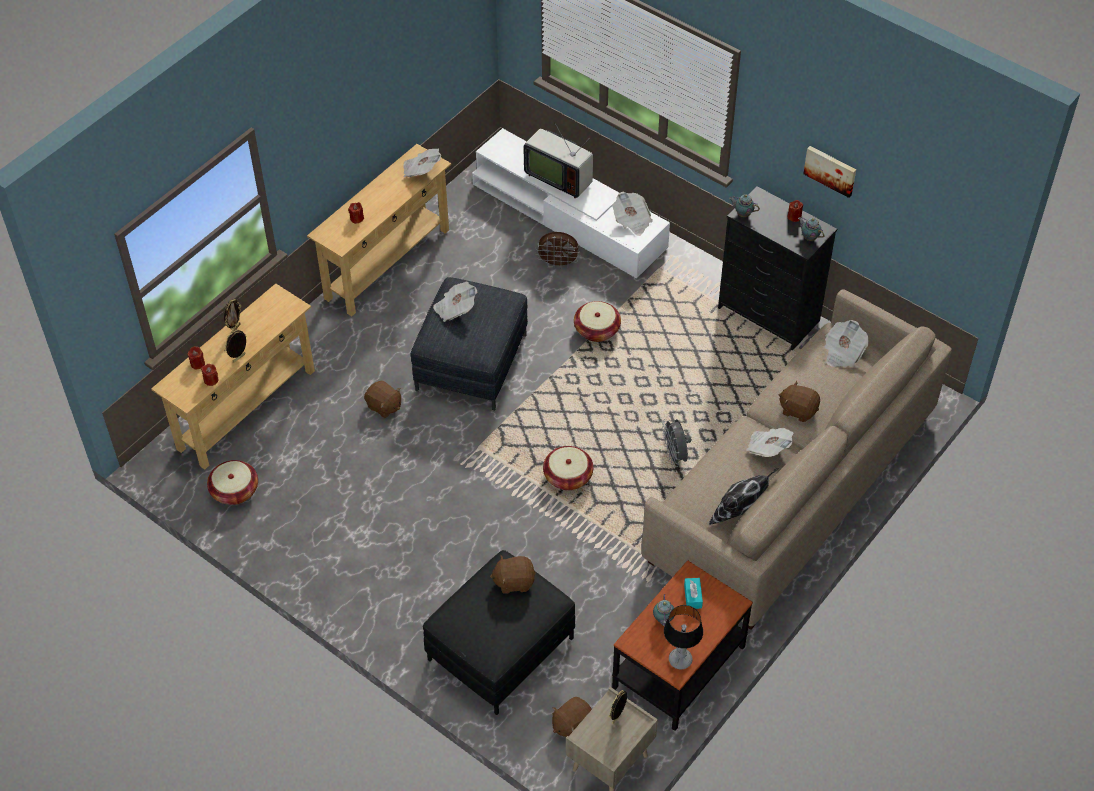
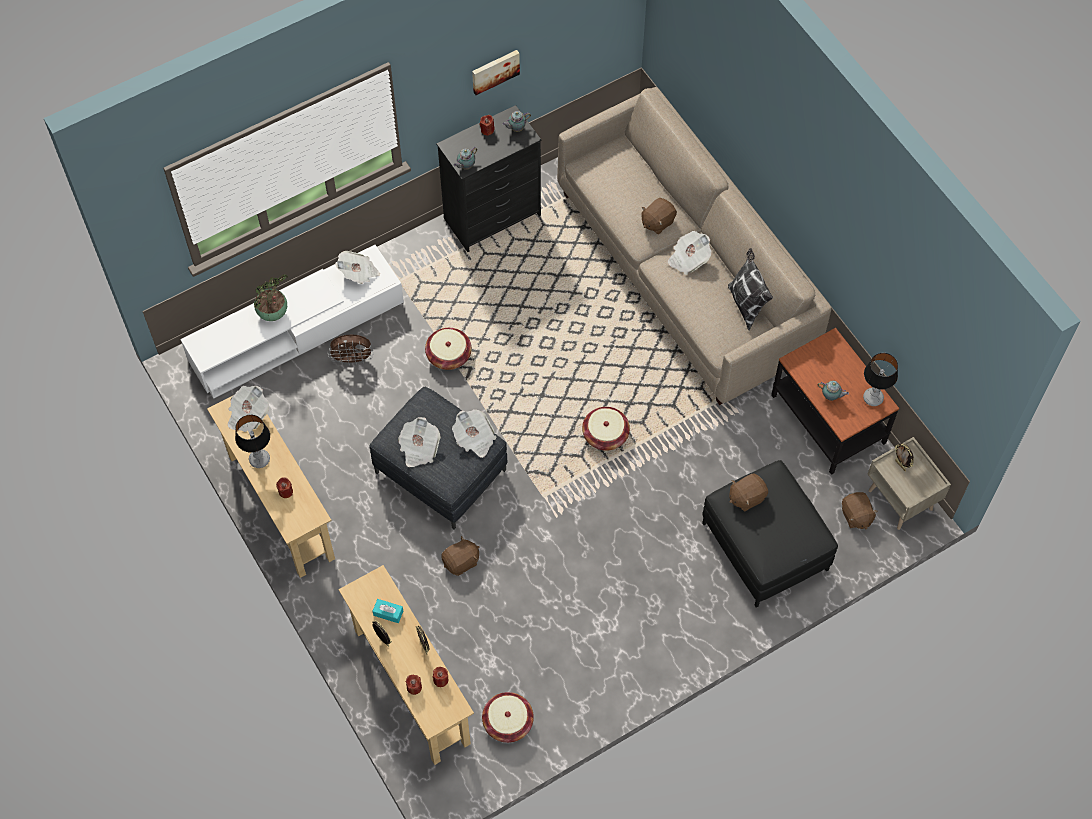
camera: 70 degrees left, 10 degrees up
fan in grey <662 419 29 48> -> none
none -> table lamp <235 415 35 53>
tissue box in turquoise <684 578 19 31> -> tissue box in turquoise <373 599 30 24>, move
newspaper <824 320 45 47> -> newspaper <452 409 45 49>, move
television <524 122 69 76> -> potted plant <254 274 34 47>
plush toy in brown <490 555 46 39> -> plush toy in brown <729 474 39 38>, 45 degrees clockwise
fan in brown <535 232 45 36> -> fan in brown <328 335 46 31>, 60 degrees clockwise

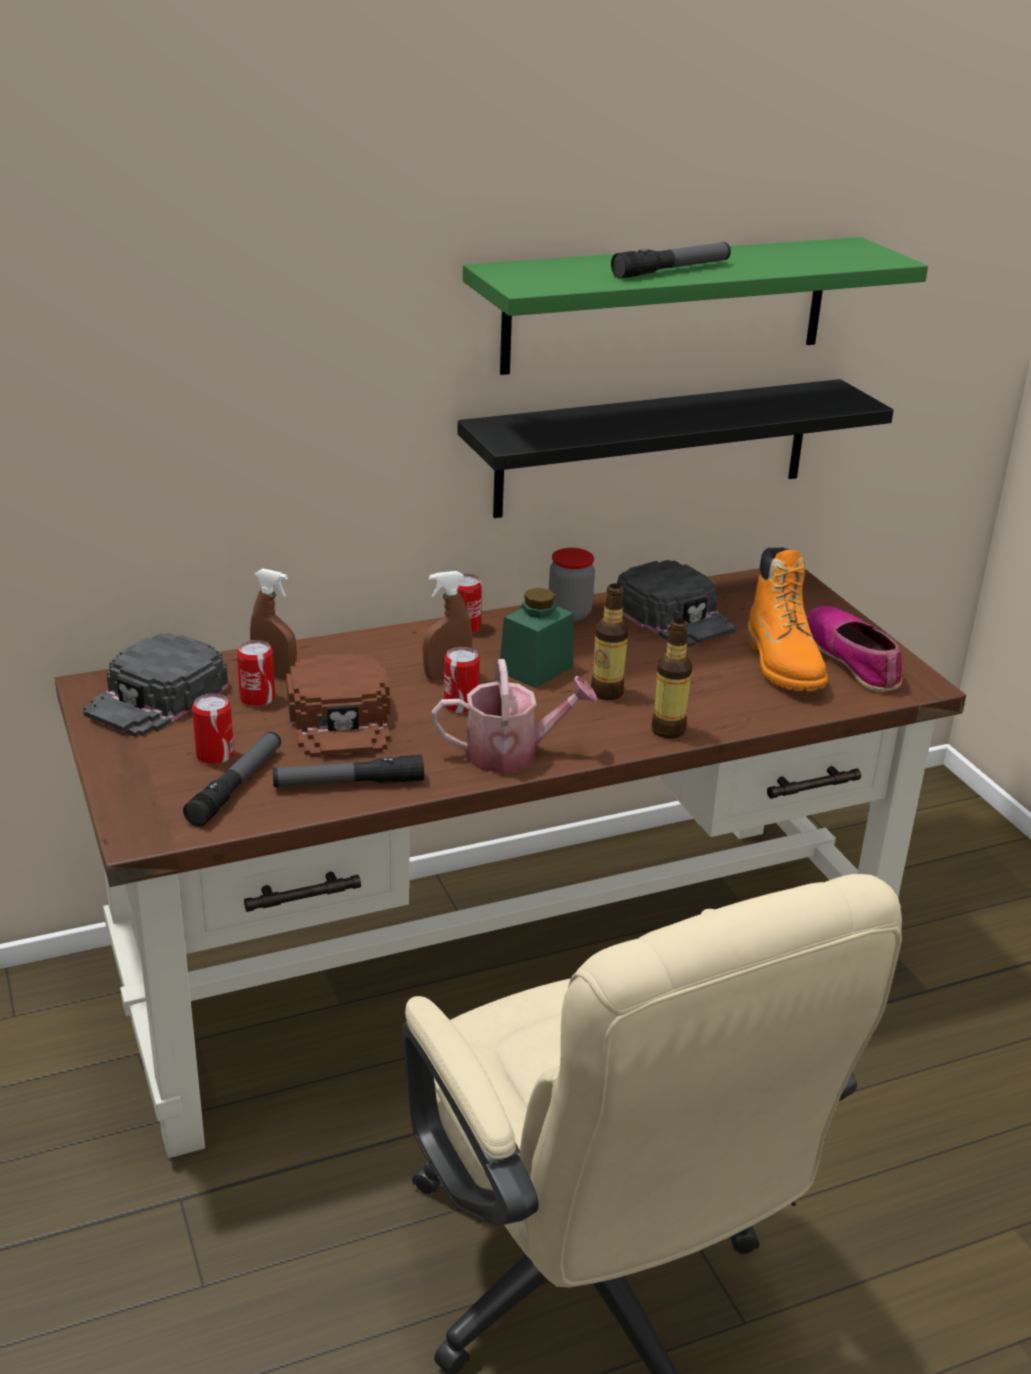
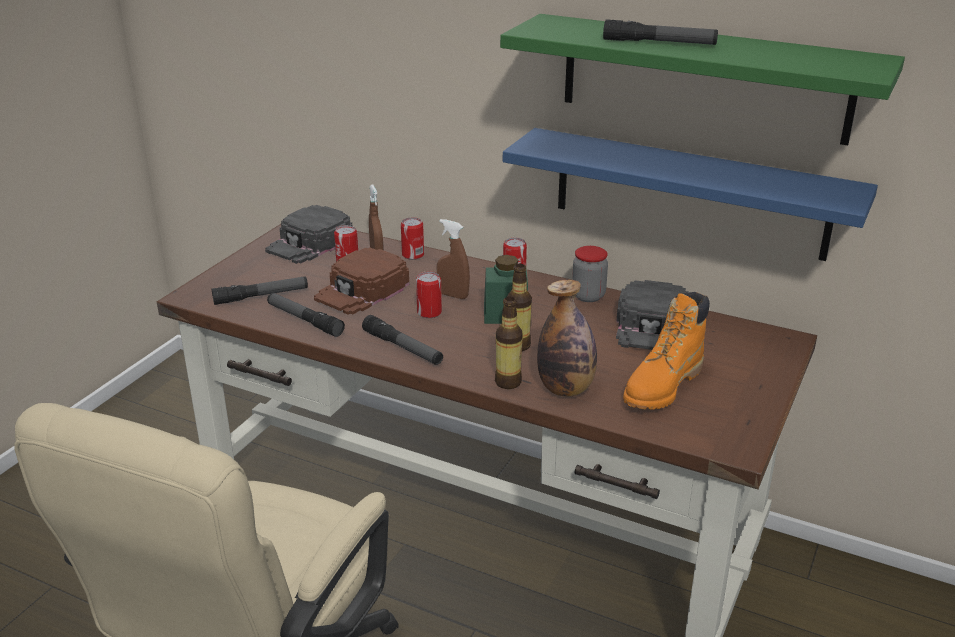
camera: 50 degrees right, 0 degrees up
shoe <806 606 96 86> -> none
none -> bottle <537 280 60 117>
can <192 694 42 71> -> can <401 217 23 43>, move
watering can <432 659 166 114> -> flashlight <362 315 81 50>
shelf in black <458 379 436 139> -> shelf in blue <503 128 375 133>
cap in black <83 633 145 104> -> cap in black <265 205 88 59>, 45 degrees counterclockwise

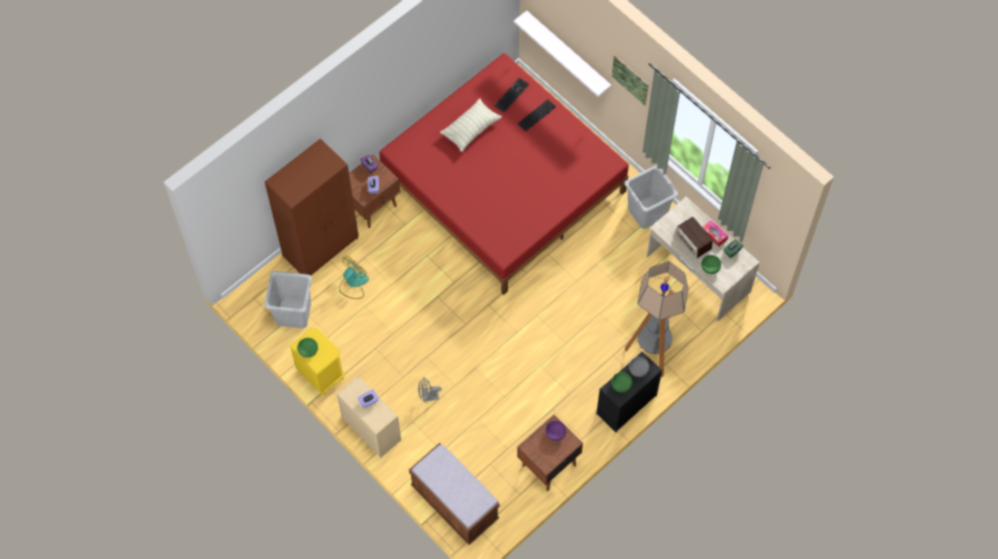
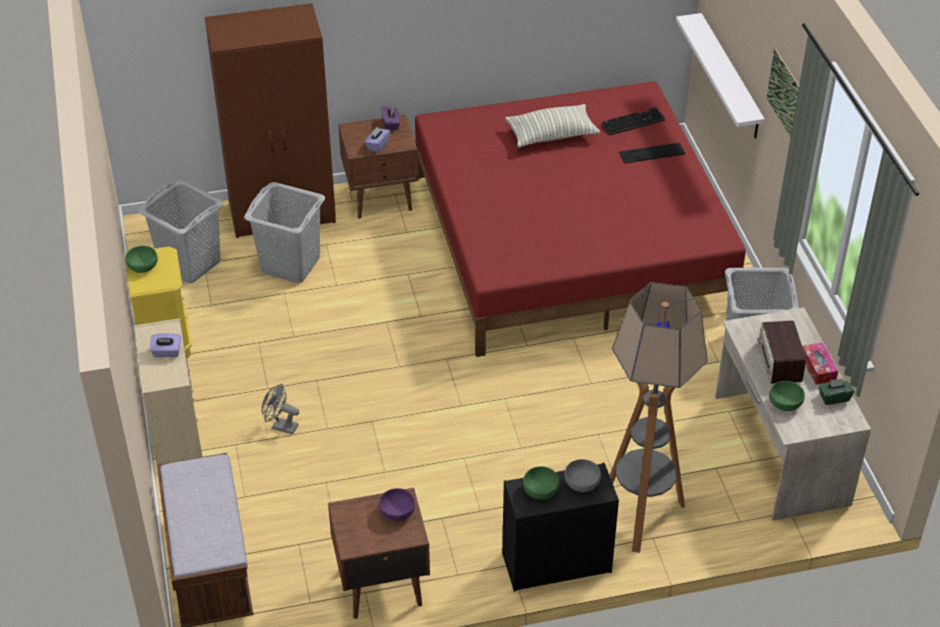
camera: 30 degrees right, 20 degrees down
fan <339 256 30 43> -> laundry basket in grey <244 182 81 101>

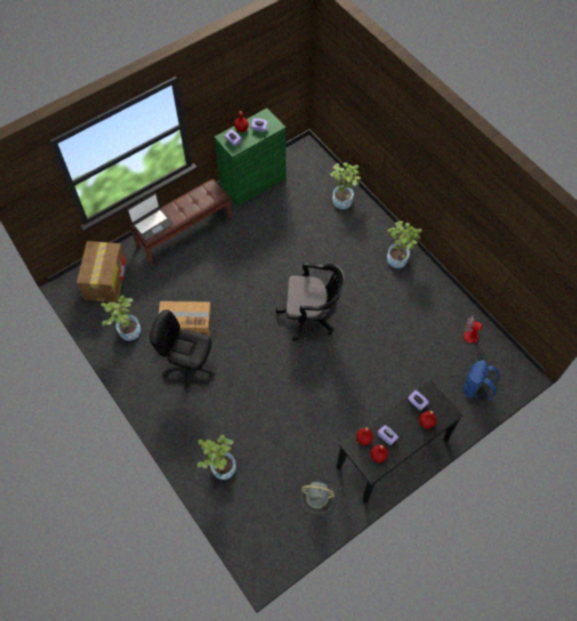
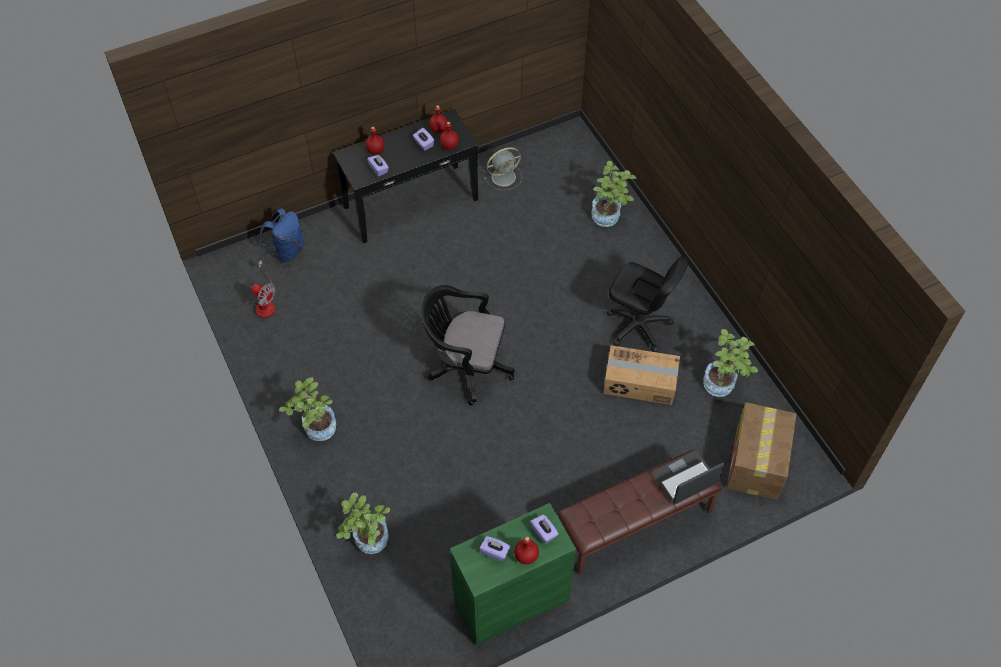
camera: 170 degrees left, 5 degrees down
fan in grey <301 480 34 33> -> fan in grey <484 147 38 43>, 135 degrees clockwise

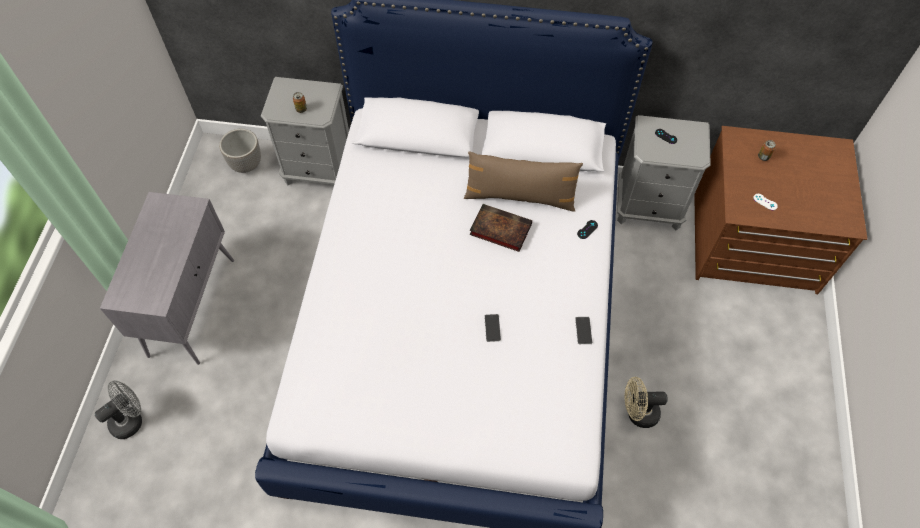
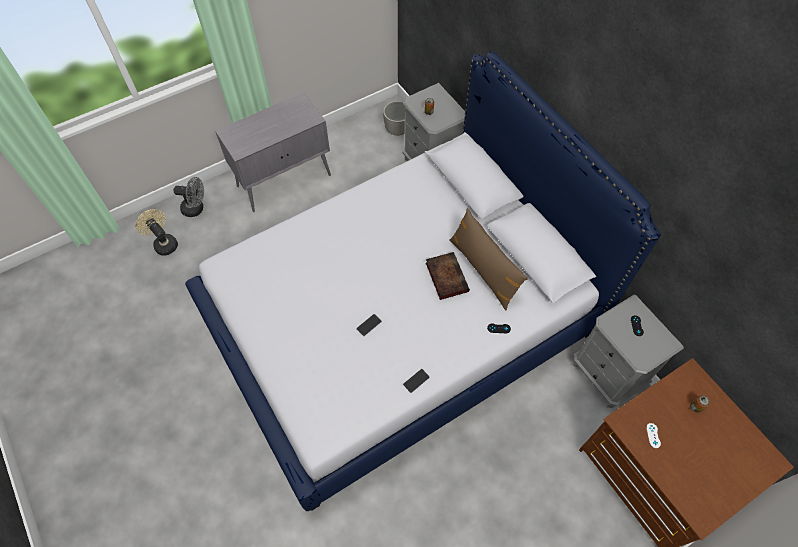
camera: 50 degrees right, 0 degrees up
fan in beige <625 377 43 51> -> fan in beige <135 209 43 47>, move

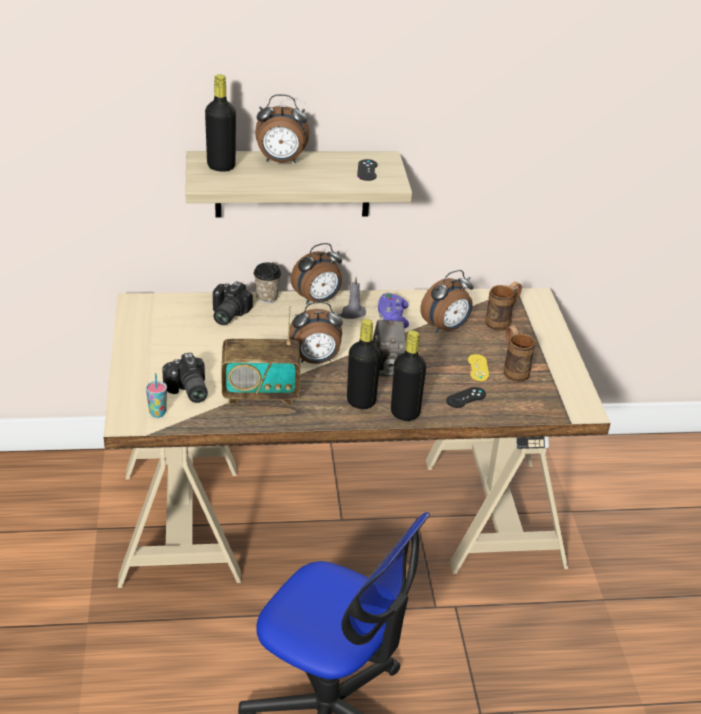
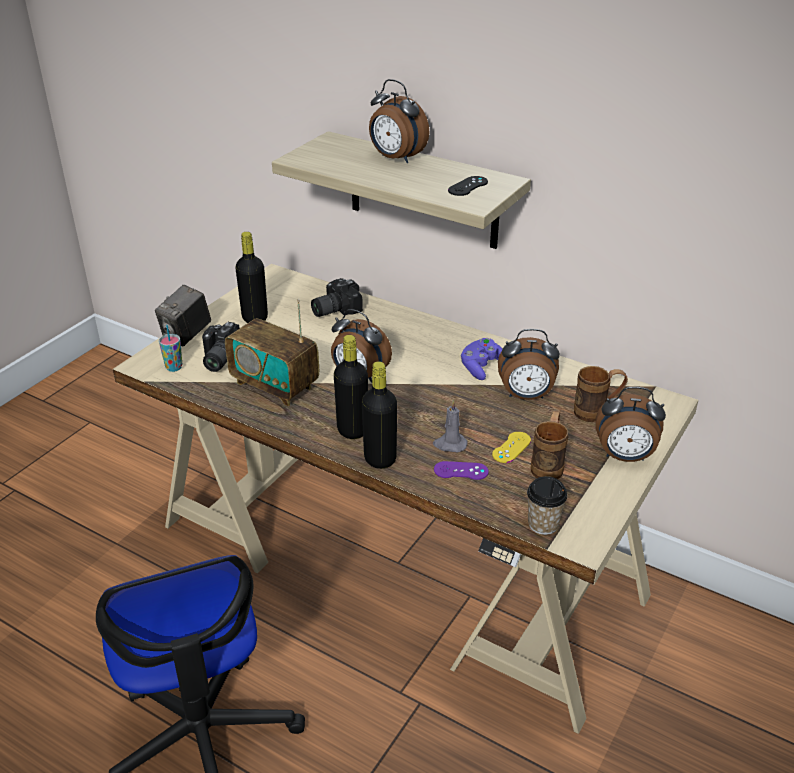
camera: 40 degrees right, 0 degrees up
bottle in black <205 75 31 97> -> bottle in black <235 232 33 91>, move
cup <254 262 27 41> -> cup <527 476 41 59>, move
alarm clock <290 243 52 61> -> alarm clock <596 387 70 75>, move
candle in grey <340 277 26 42> -> candle in grey <433 400 35 52>, move
photo camera <372 320 34 56> -> photo camera <155 285 56 61>, move
game controller in black <446 387 40 21> -> game controller in purple <434 461 55 19>

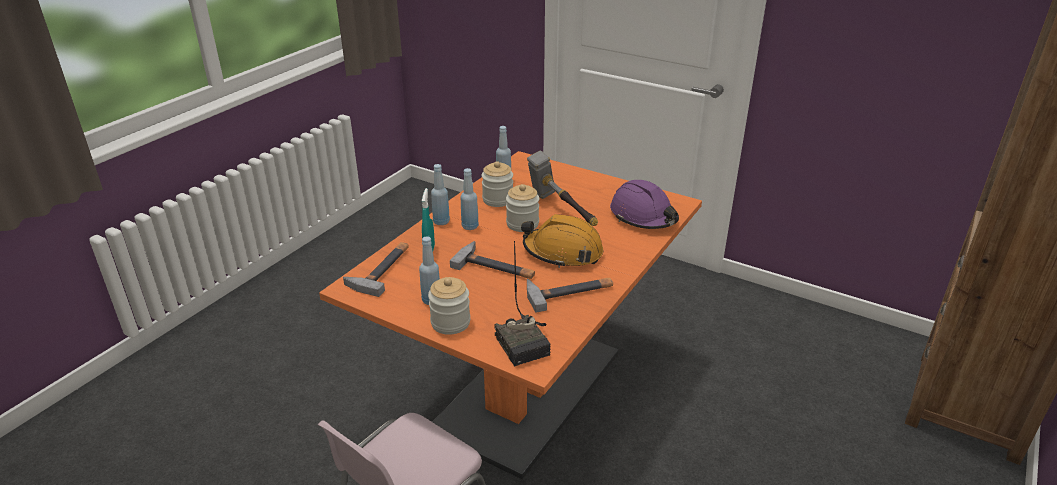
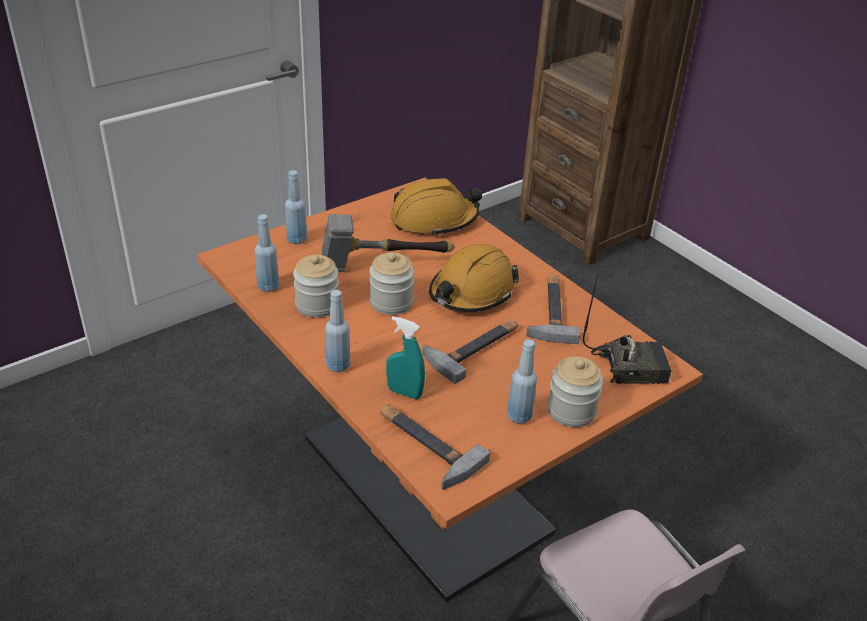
camera: 70 degrees left, 5 degrees up
bottle in blue <460 168 19 62> -> bottle in blue <285 170 22 74>, move
hard hat in purple <610 180 69 49> -> hard hat in orange <391 178 91 59>

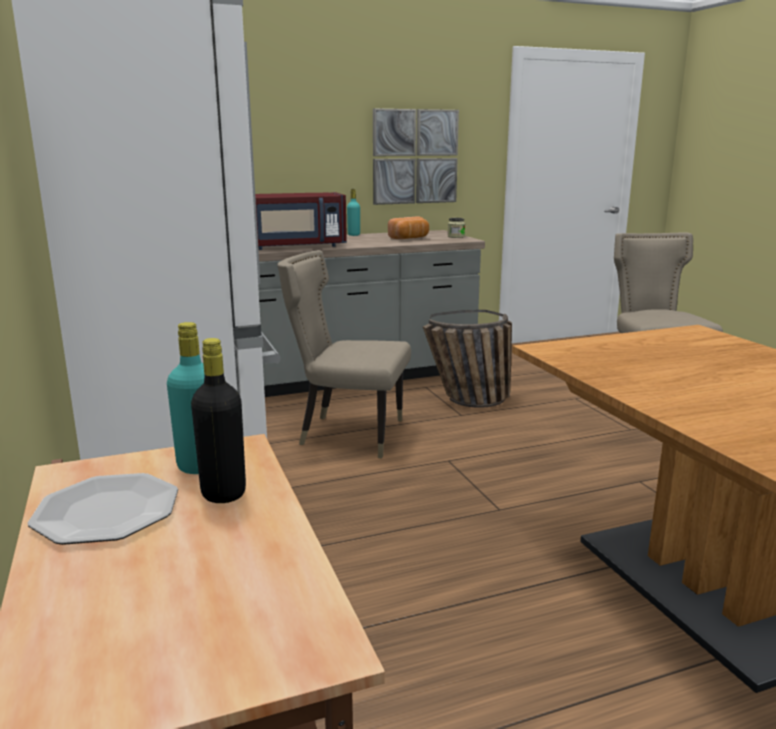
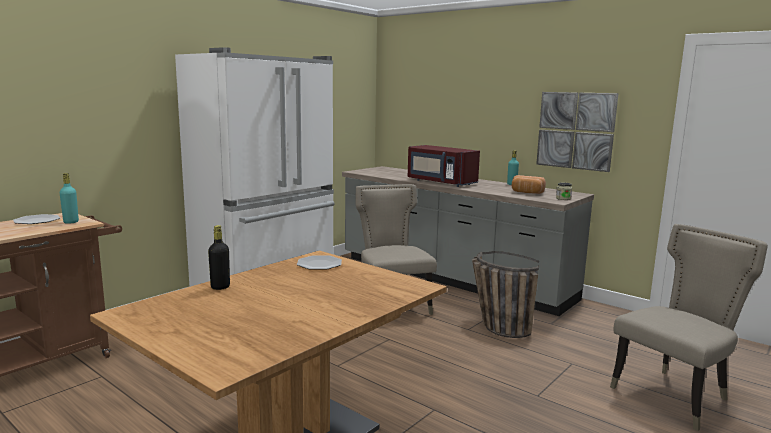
camera: 60 degrees right, 5 degrees down
none -> plate <297 255 45 15>
bottle in black <191 338 55 165> -> bottle in black <208 225 22 65>, move

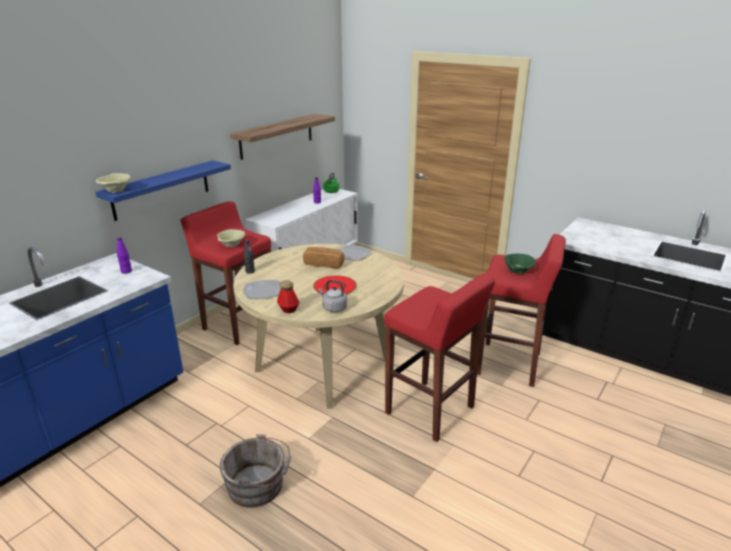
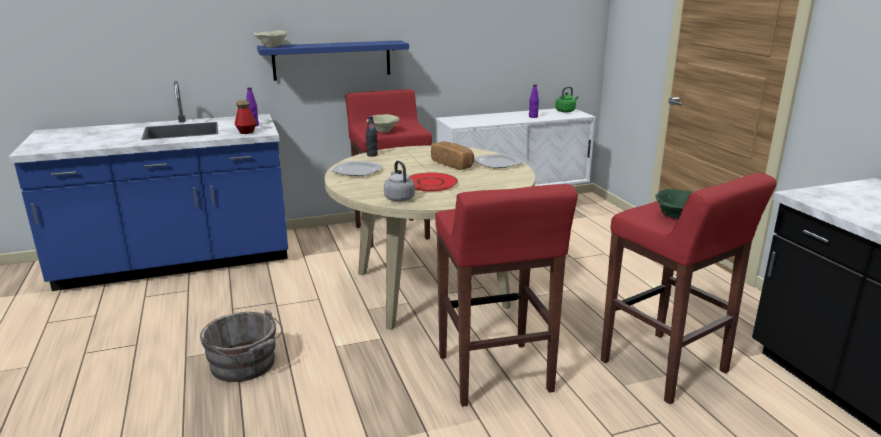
camera: 35 degrees right, 5 degrees down
shelf <230 114 105 46> -> none
bottle <277 280 22 33> -> bottle <235 100 22 34>, move

